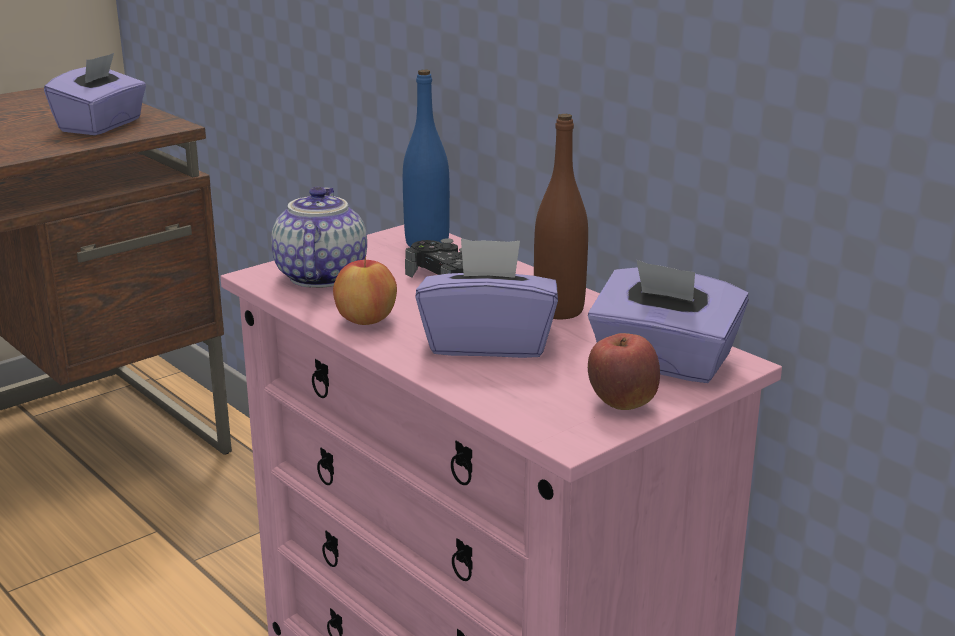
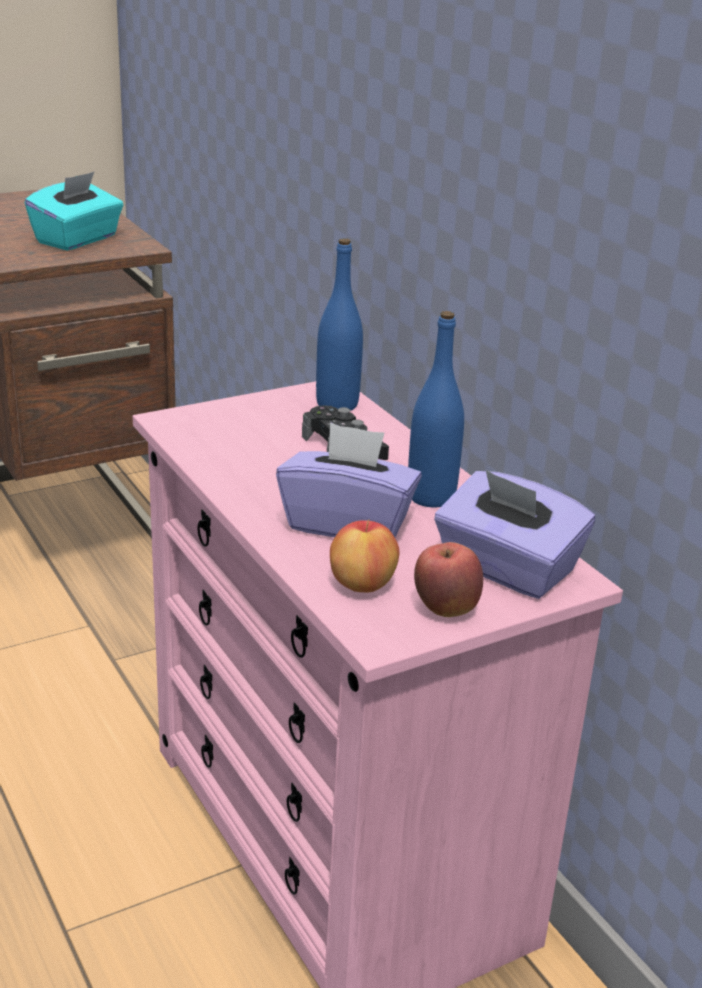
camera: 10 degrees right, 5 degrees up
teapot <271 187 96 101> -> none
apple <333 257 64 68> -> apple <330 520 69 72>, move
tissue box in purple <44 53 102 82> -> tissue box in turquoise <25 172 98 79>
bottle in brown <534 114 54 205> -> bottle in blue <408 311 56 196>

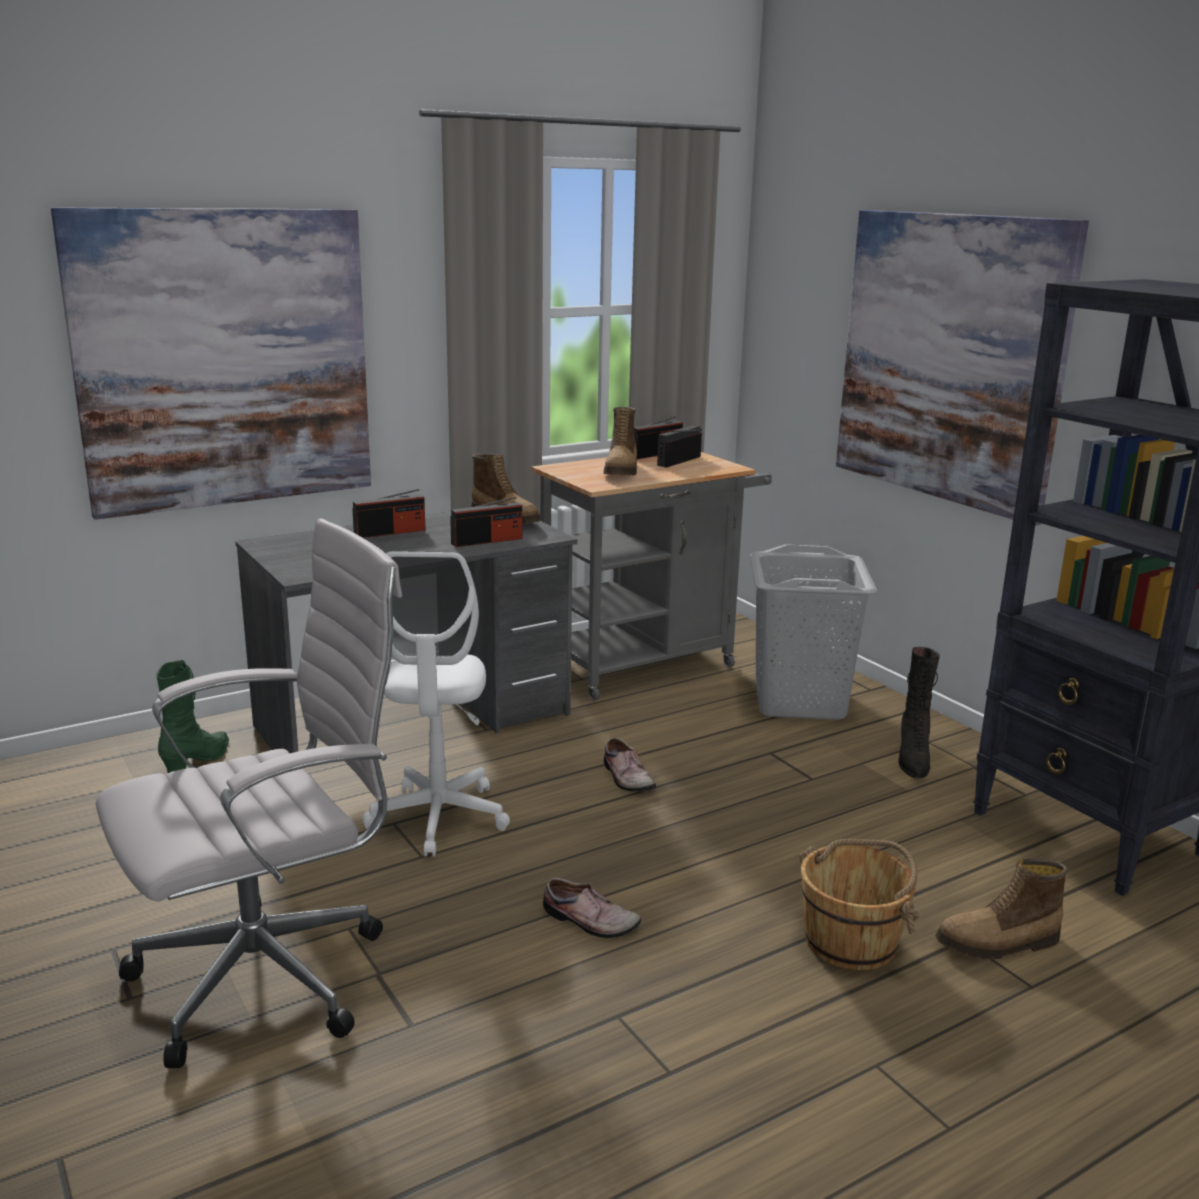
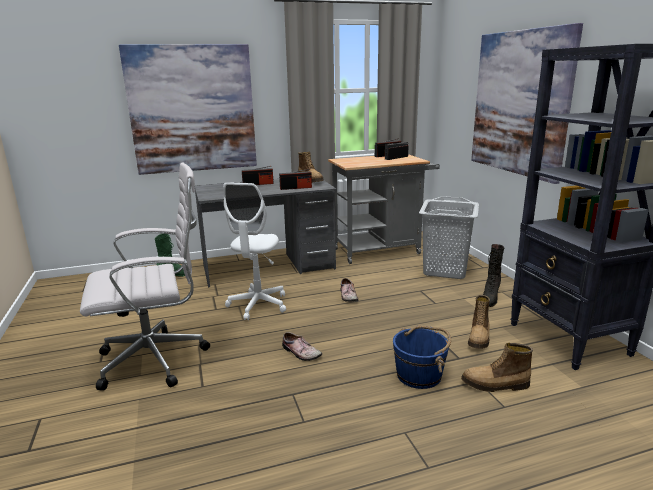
camera: 15 degrees right, 0 degrees up
boot <603 407 34 68> -> boot <468 295 22 54>, move
bucket in brown <799 839 121 131> -> bucket in blue <393 326 58 63>

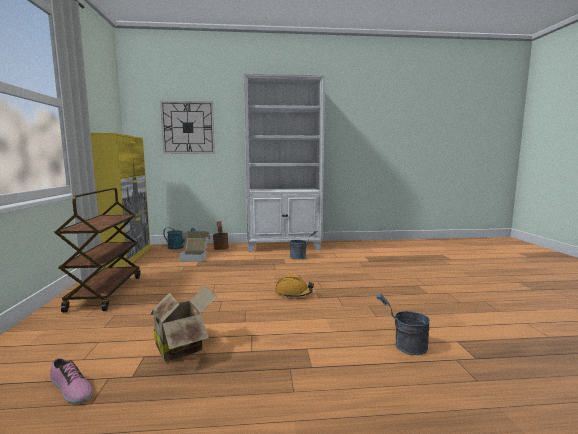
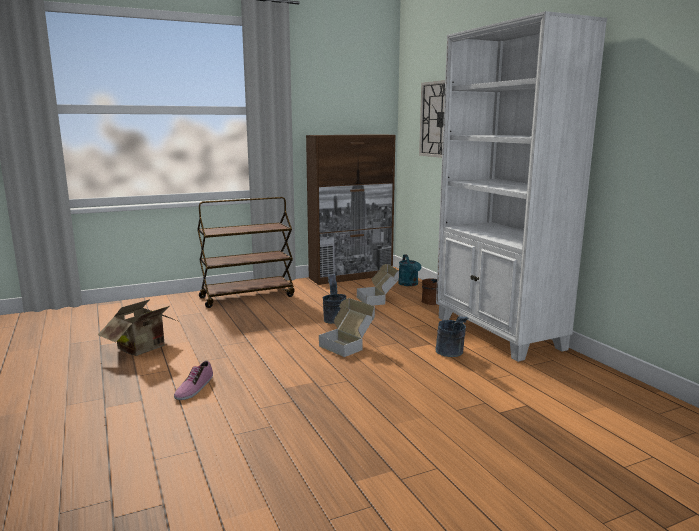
camera: 70 degrees right, 5 degrees up
hard hat in orange <275 275 39 23> -> none
none -> cardboard box <319 298 56 59>
shoe <50 358 43 46> -> shoe <174 361 39 39>, move
bucket in grey <376 293 54 62> -> bucket in grey <323 274 23 50>, move
cabinet in yellow <91 133 60 135> -> cabinet in brown <306 134 90 151>

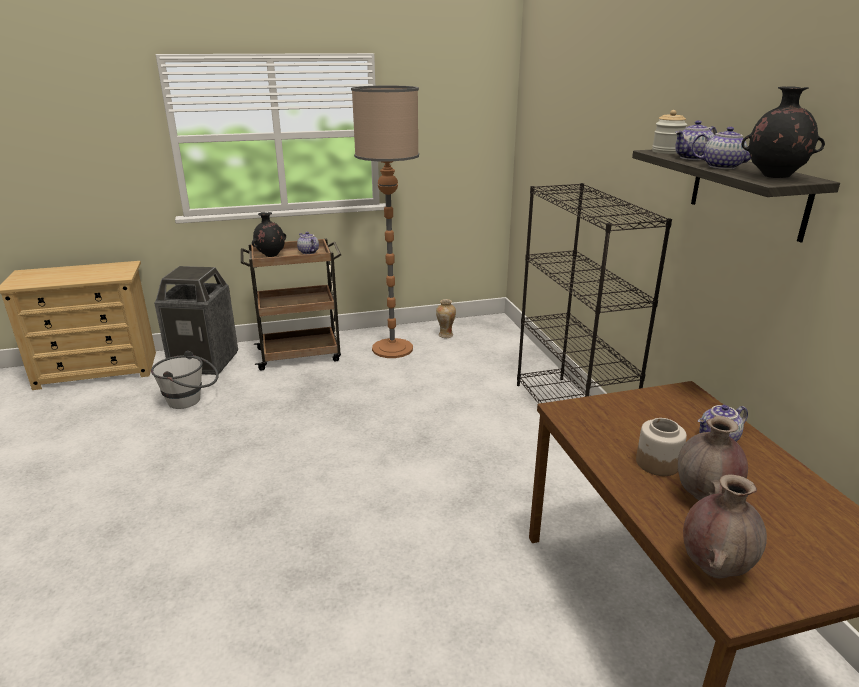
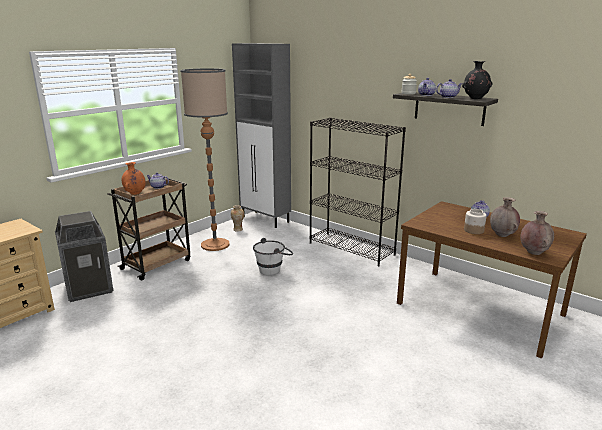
camera: 35 degrees left, 5 degrees down
none -> cabinet in grey <232 43 59 185>
bucket in white <151 351 67 58> -> bucket in white <253 238 40 37>, move
vase in black <252 212 34 45> -> vase in orange <121 162 25 33>

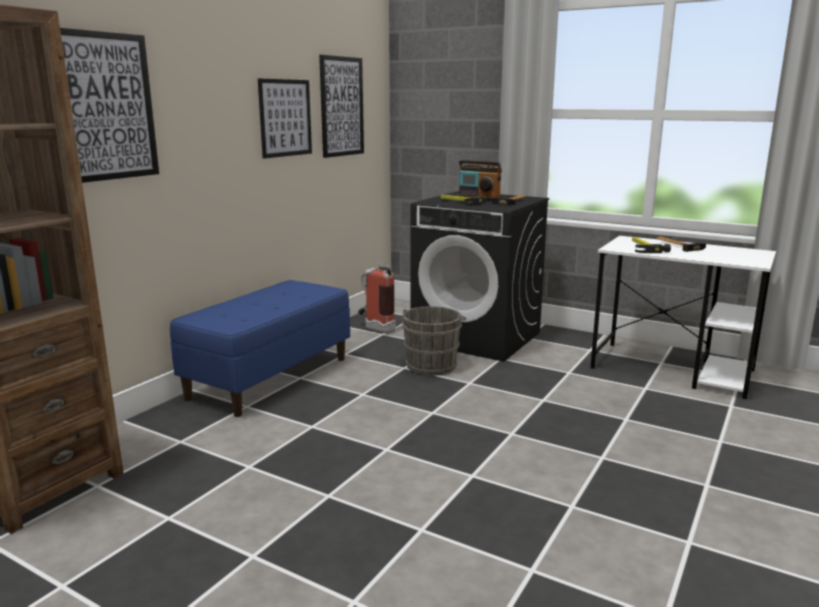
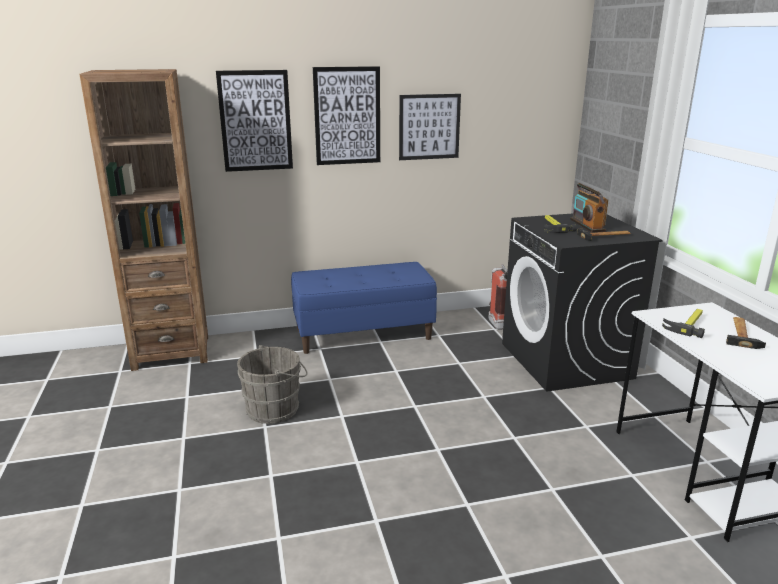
camera: 45 degrees right, 5 degrees up
picture <319 55 45 103> -> picture <313 66 67 99>, move
bucket in grey <402 306 64 70> -> bucket in grey <237 345 70 79>, move

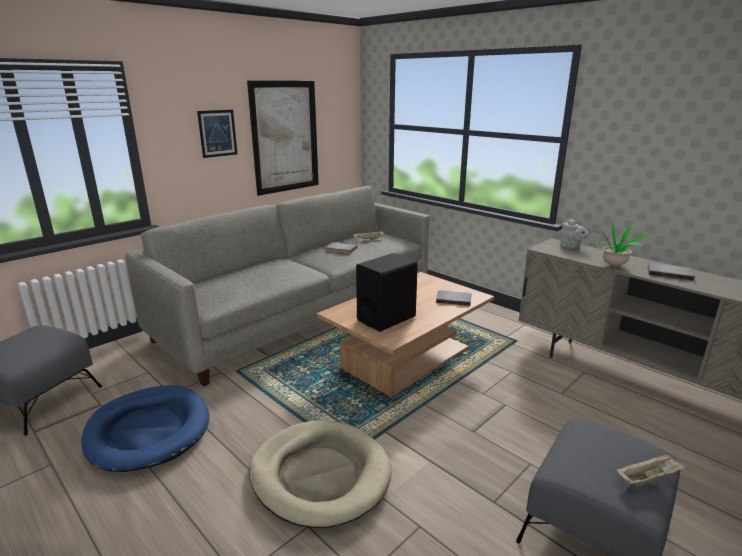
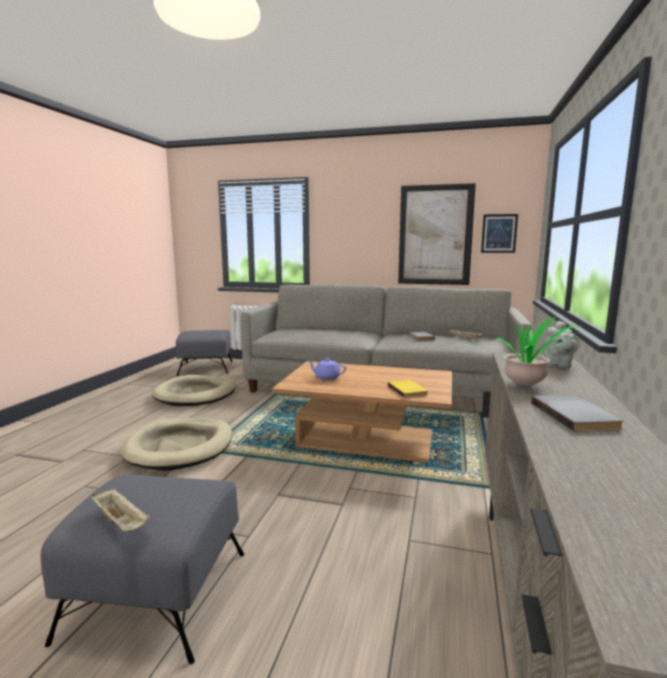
camera: 60 degrees right, 10 degrees down
picture <197 110 40 48> -> picture <481 214 37 39>, move
speaker in black <356 253 62 79> -> teapot in purple <308 358 38 22>
dog bed in blue <81 385 128 87> -> dog bed in beige <152 375 84 31>
book in grey <436 290 36 16> -> book in yellow <388 380 40 18>

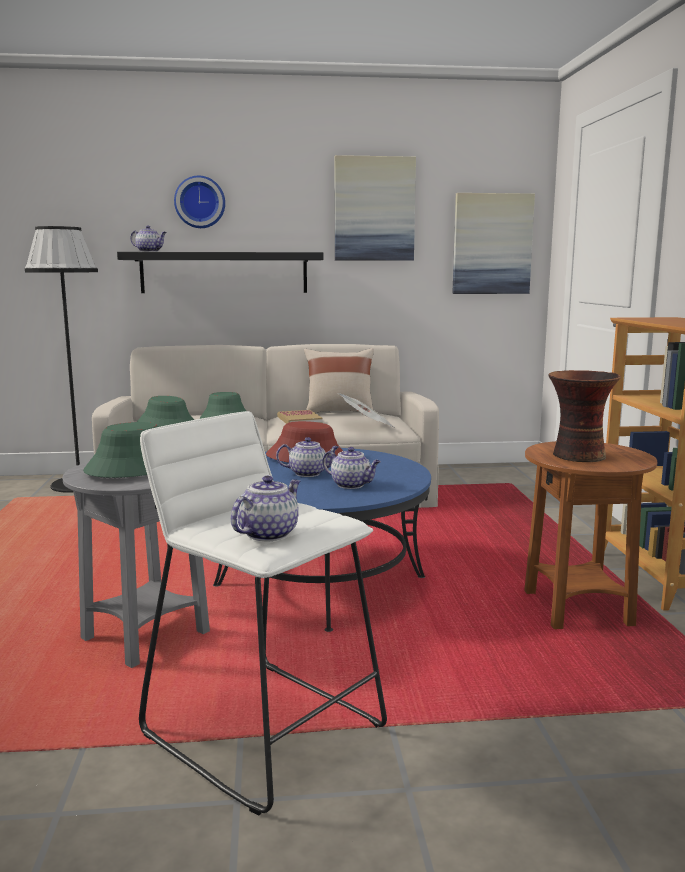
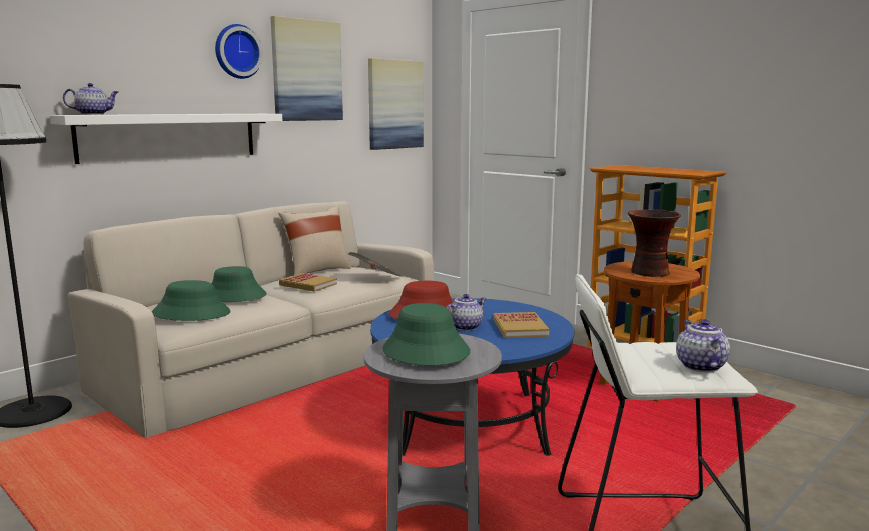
camera: 40 degrees left, 0 degrees up
wall clock <174 176 51 52> -> wall clock <215 24 48 55>, move
teapot <323 447 58 42> -> book <493 312 56 26>
shelf in black <117 252 207 41> -> shelf in white <50 114 232 50>

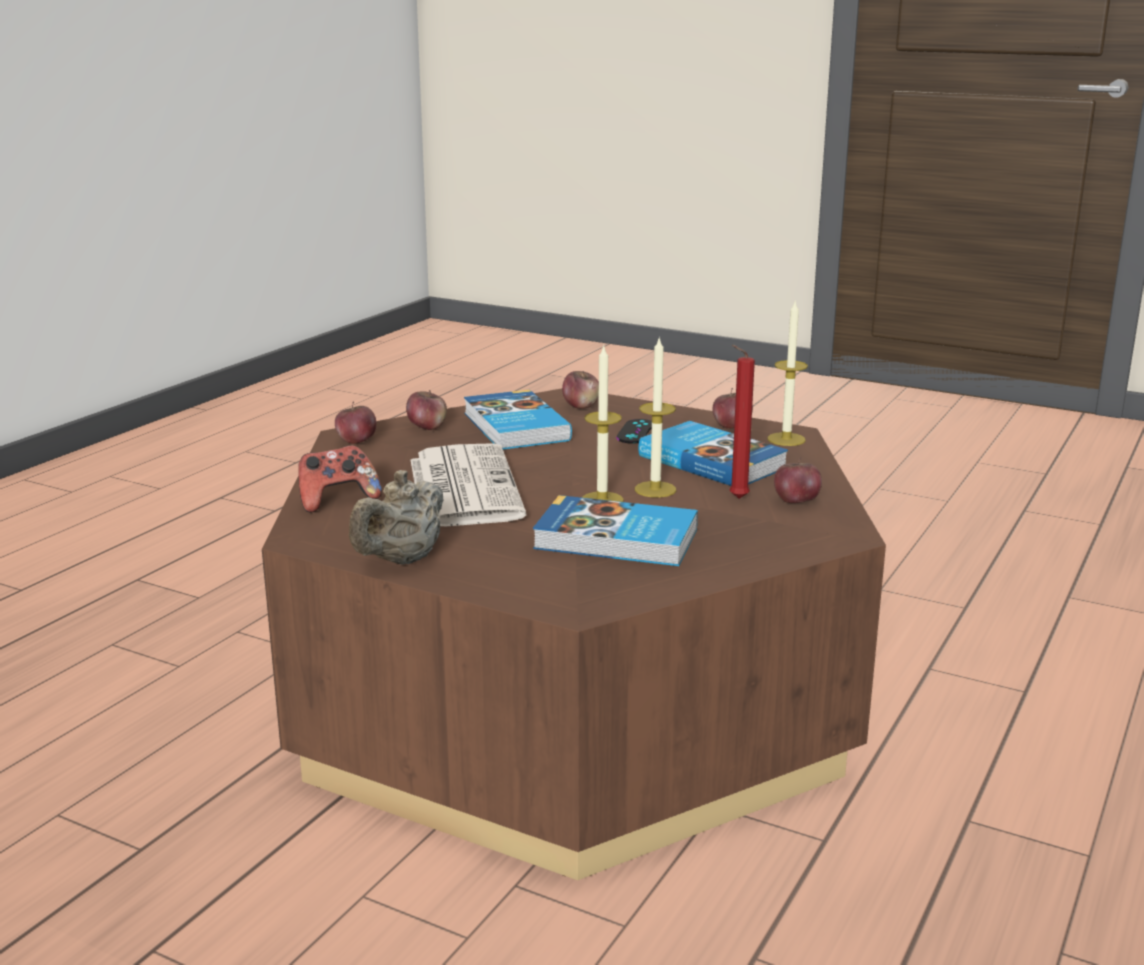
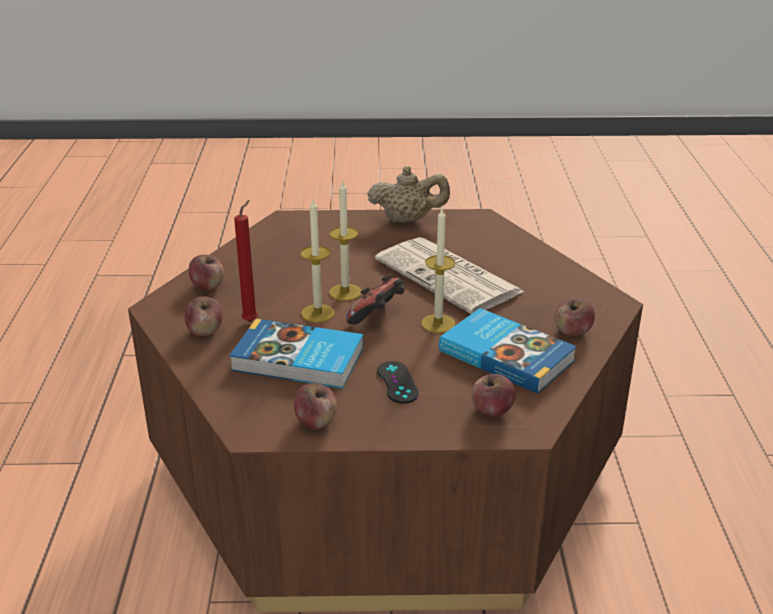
camera: 150 degrees right, 10 degrees up
book <533 495 165 71> -> none
game controller <298 445 84 68> -> game controller <346 274 59 51>, move
apple <335 402 41 42> -> apple <189 255 35 35>, move
candle <767 302 41 144> -> candle <421 208 34 125>, move
teapot in beige <349 470 95 95> -> teapot in beige <367 166 83 57>, 90 degrees clockwise

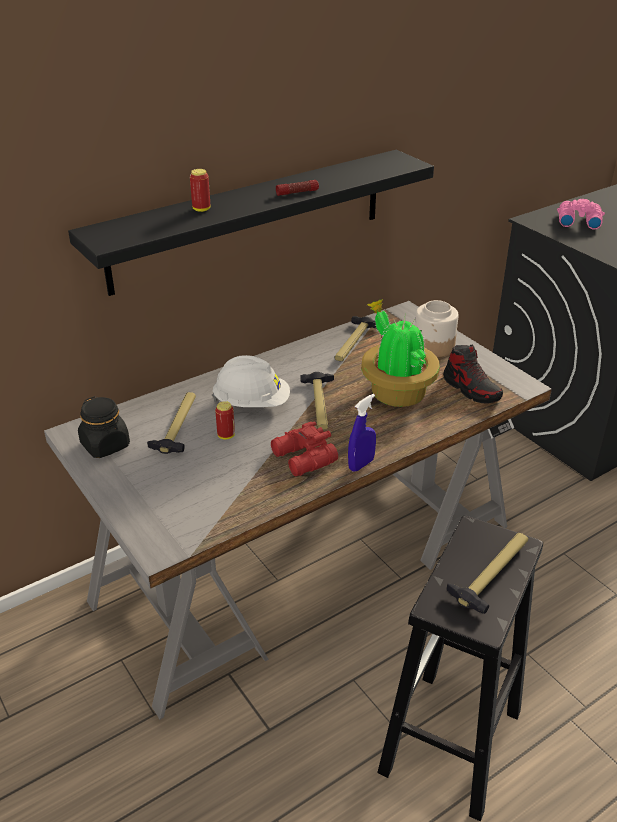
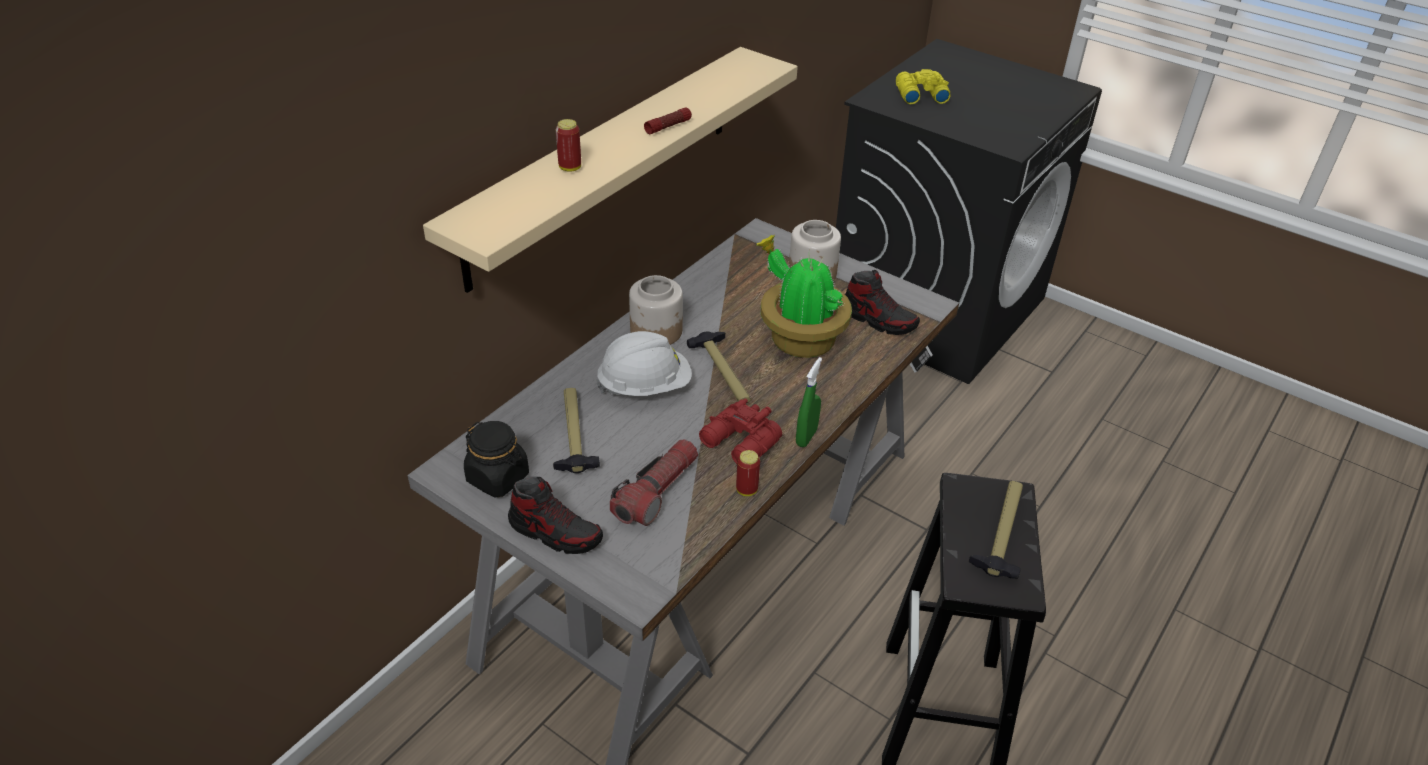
camera: 20 degrees left, 5 degrees up
hammer <335 316 41 45> -> none
none -> shoe <508 476 95 78>
none -> flashlight <610 439 88 87>
none -> jar <629 275 54 70>
can <215 401 20 39> -> can <736 450 24 46>, move
shelf in black <68 150 366 146> -> shelf in beige <423 47 375 246>
spray bottle in blue <348 394 28 78> -> spray bottle in green <796 357 26 90>
binoculars in pink <557 199 48 31> -> binoculars in yellow <896 69 55 35>

